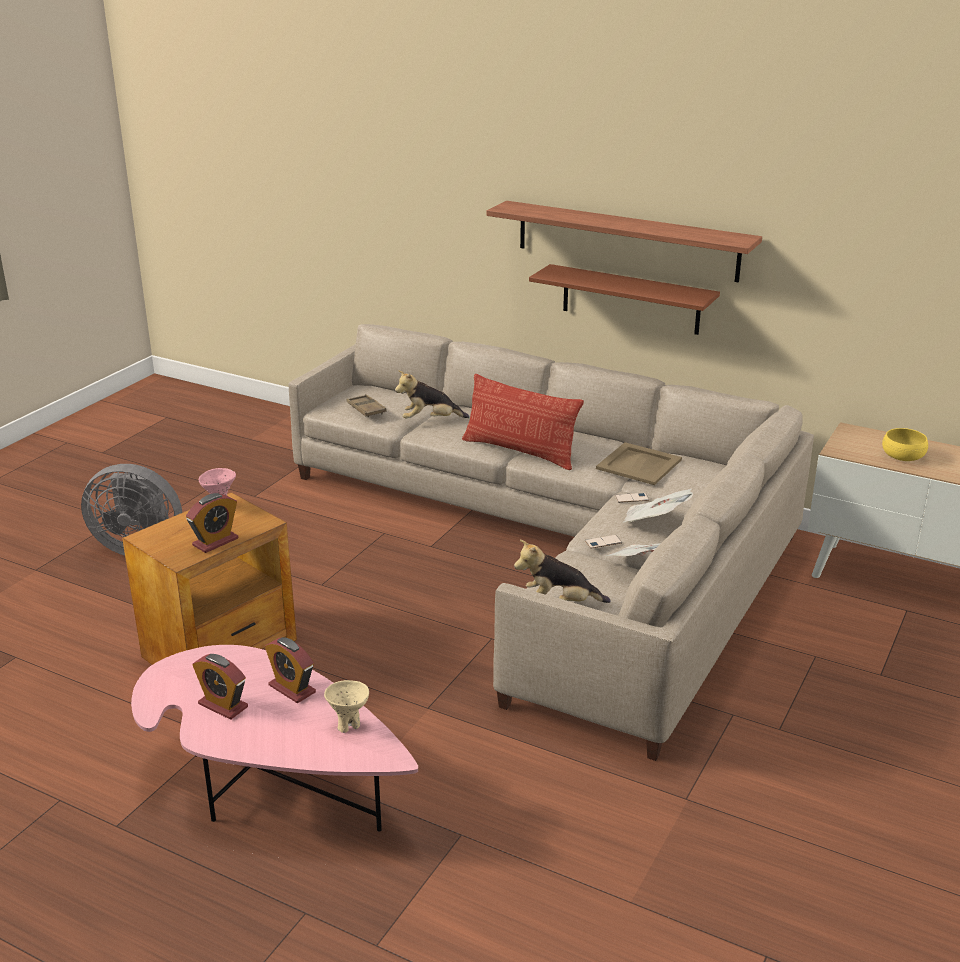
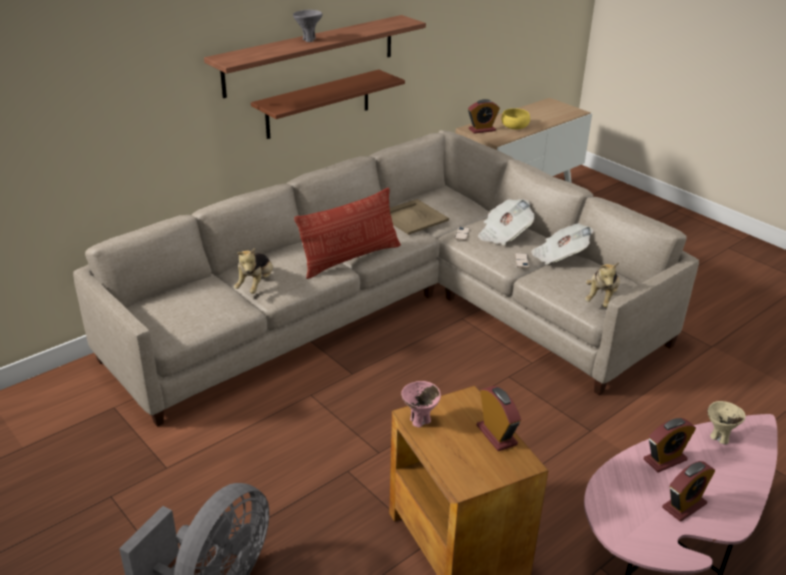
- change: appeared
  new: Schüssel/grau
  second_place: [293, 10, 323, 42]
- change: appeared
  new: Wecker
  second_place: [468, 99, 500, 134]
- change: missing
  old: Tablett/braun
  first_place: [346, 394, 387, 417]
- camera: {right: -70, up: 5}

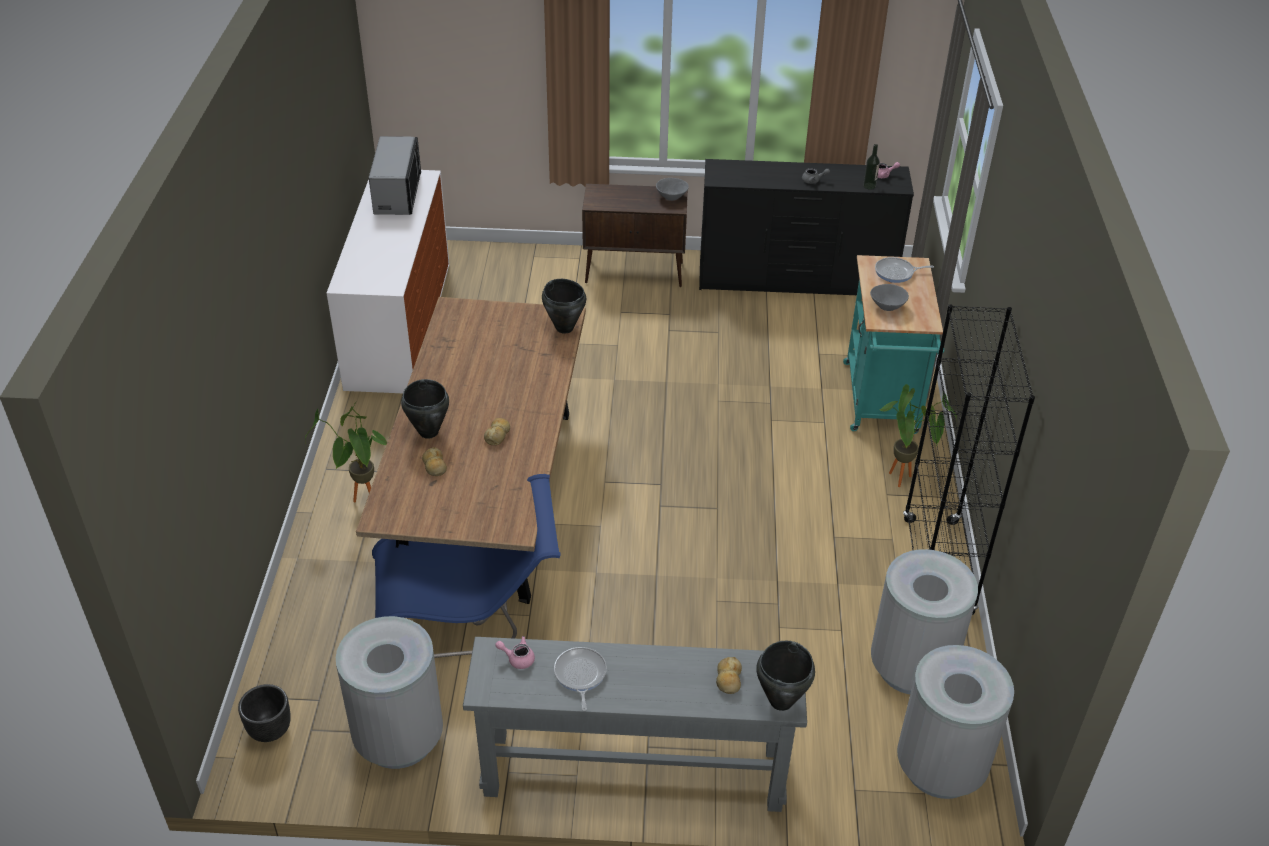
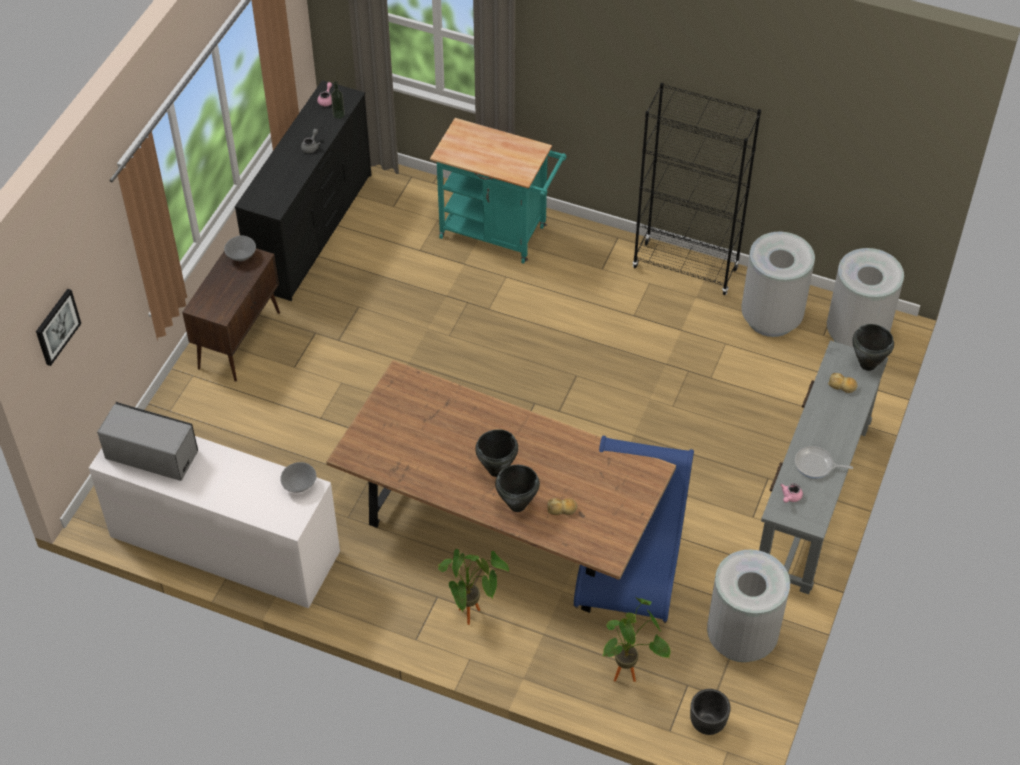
- change: appeared
  new: Bild
  second_place: [36, 289, 81, 366]
- change: relocated
  old: Schüssel/grau
  first_place: [870, 284, 909, 311]
  second_place: [281, 462, 316, 493]
- change: relocated
  old: Kochtopf/schwarz
  first_place: [542, 279, 586, 334]
  second_place: [475, 429, 518, 477]
- change: relocated
  old: Topfpflanze
  first_place: [880, 384, 957, 487]
  second_place: [602, 598, 671, 682]
- change: missing
  old: Brot
  first_place: [484, 418, 510, 445]
- change: missing
  old: Pfanne
  first_place: [875, 257, 934, 283]
- camera: {right: -70, up: 10}

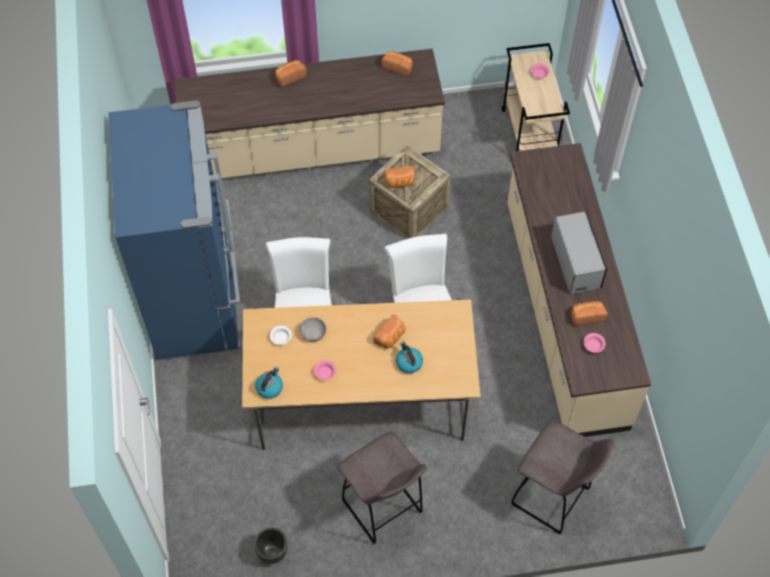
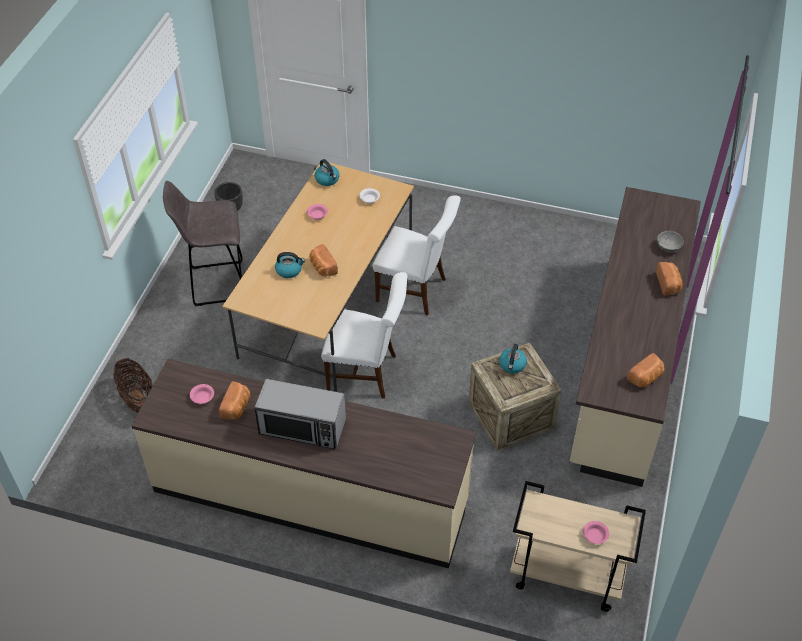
- change: exchanged
  old: Hocker/grau
  new: Korb
  first_place: [511, 421, 614, 534]
  second_place: [113, 358, 153, 413]
- change: exchanged
  old: Brot
  new: Wasserkessel
  first_place: [384, 166, 415, 188]
  second_place: [499, 344, 527, 373]
- change: relocated
  old: Schüssel/grau
  first_place: [299, 317, 326, 341]
  second_place: [657, 231, 684, 252]
- change: missing
  old: Kühlschrank/blau
  first_place: [108, 101, 242, 361]
- camera: {right: 115, up: -10}

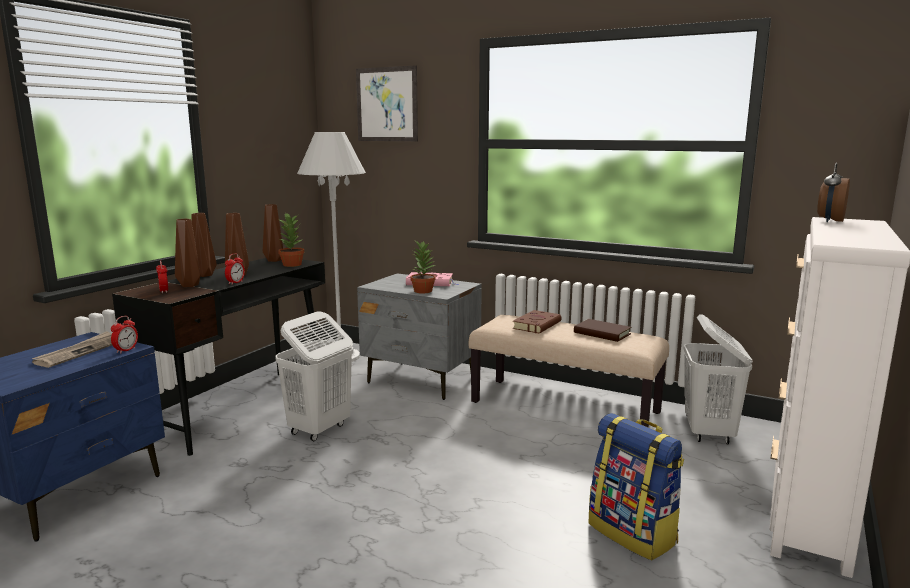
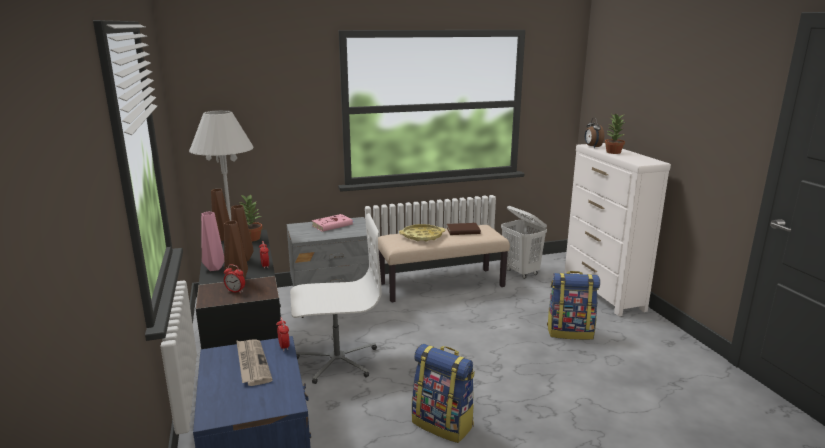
- change: colour
  old: Vase/braun
  new: Vase/rosa
  first_place: [191, 213, 217, 277]
  second_place: [201, 212, 224, 271]
- change: exchanged
  old: Wäschekorb/weiß
  new: Bürostuhl/weiß
  first_place: [275, 311, 354, 441]
  second_place: [290, 213, 382, 384]
- change: exchanged
  old: Buch/braun
  new: Tablett/gelb
  first_place: [512, 310, 562, 334]
  second_place: [399, 224, 446, 241]
- change: appeared
  new: Rucksack
  second_place: [412, 344, 475, 443]
- change: relocated
  old: Topfpflanze
  first_place: [410, 241, 436, 293]
  second_place: [605, 114, 625, 154]
- change: missing
  old: Bild
  first_place: [356, 65, 418, 141]
- camera: {right: -45, up: 5}

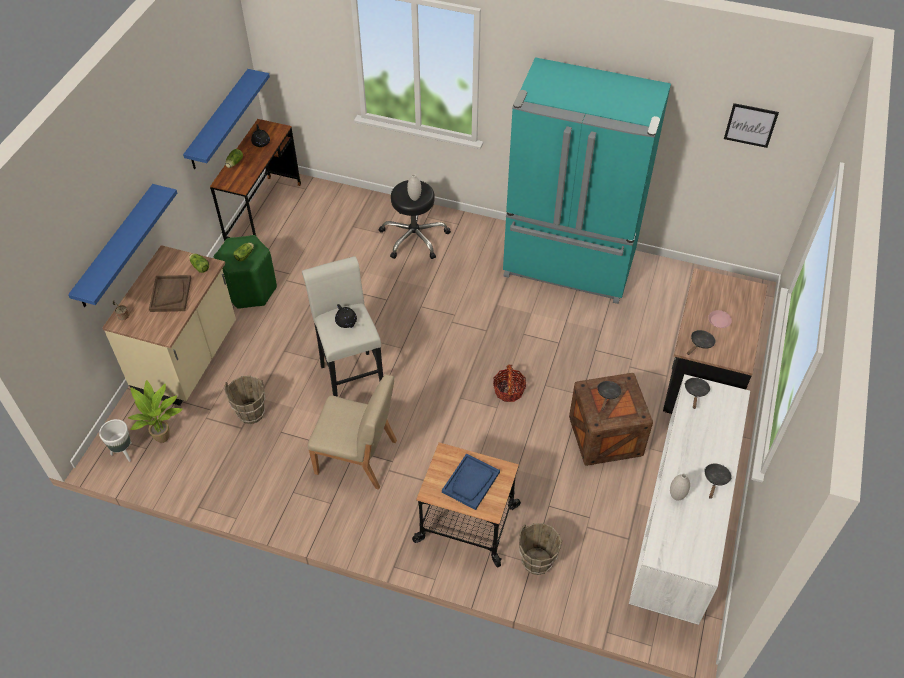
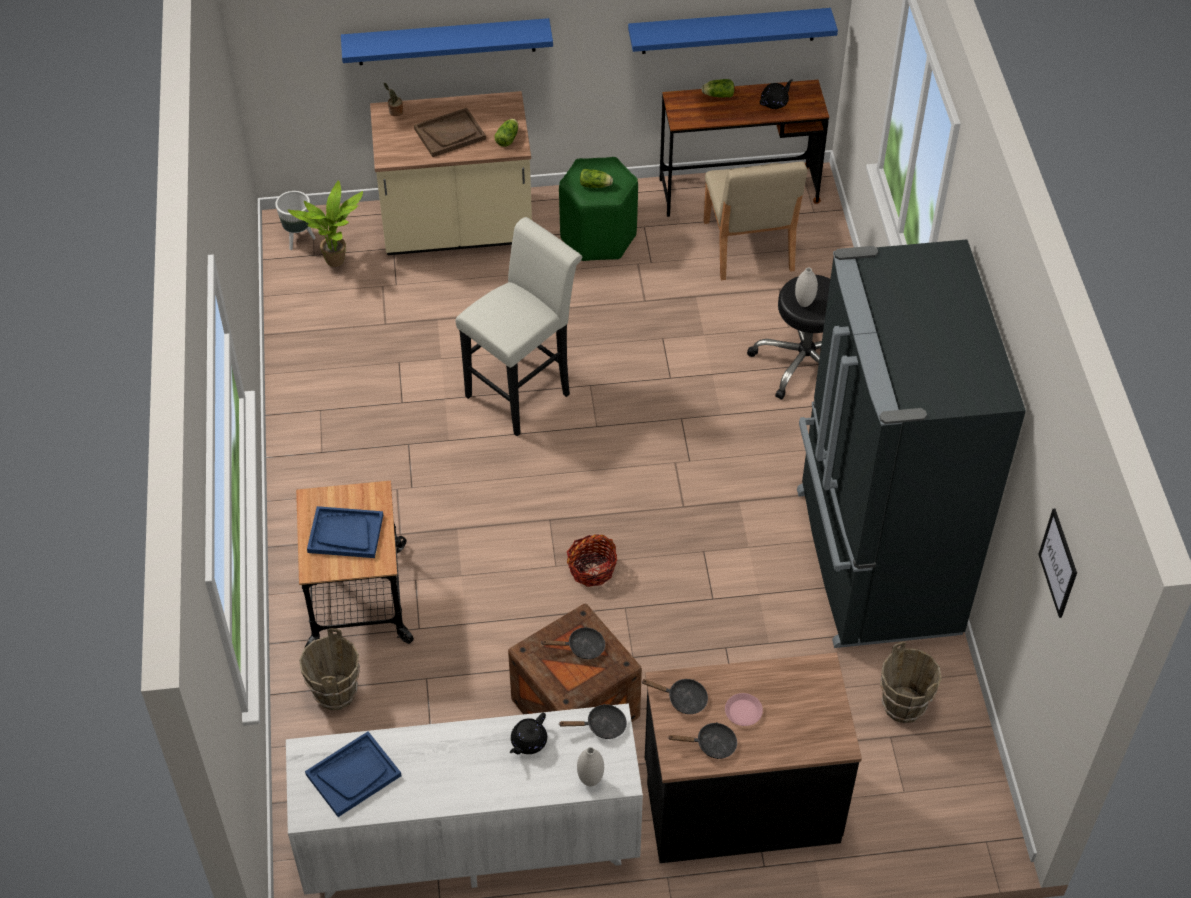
- change: appeared
  new: Tablett/blau
  second_place: [305, 731, 402, 817]
- change: relocated
  old: Teekanne/schwarz
  first_place: [335, 304, 357, 328]
  second_place: [510, 712, 547, 754]
- change: relocated
  old: Vase/weiß
  first_place: [670, 474, 690, 500]
  second_place: [577, 747, 604, 786]
- change: relocated
  old: Pfanne/schwarz
  first_place: [704, 464, 732, 499]
  second_place: [669, 722, 737, 759]
- change: relocated
  old: Stuhl/beige
  first_place: [308, 375, 397, 490]
  second_place: [704, 161, 807, 280]
- change: colour
  old: Kühlschrank/türkis
  new: Kühlschrank/schwarz
  first_place: [503, 57, 671, 304]
  second_place: [797, 239, 1026, 648]
- change: relocated
  old: Eimer/braun
  first_place: [224, 376, 266, 424]
  second_place: [880, 642, 942, 723]
- camera: {right: 65, up: 0}

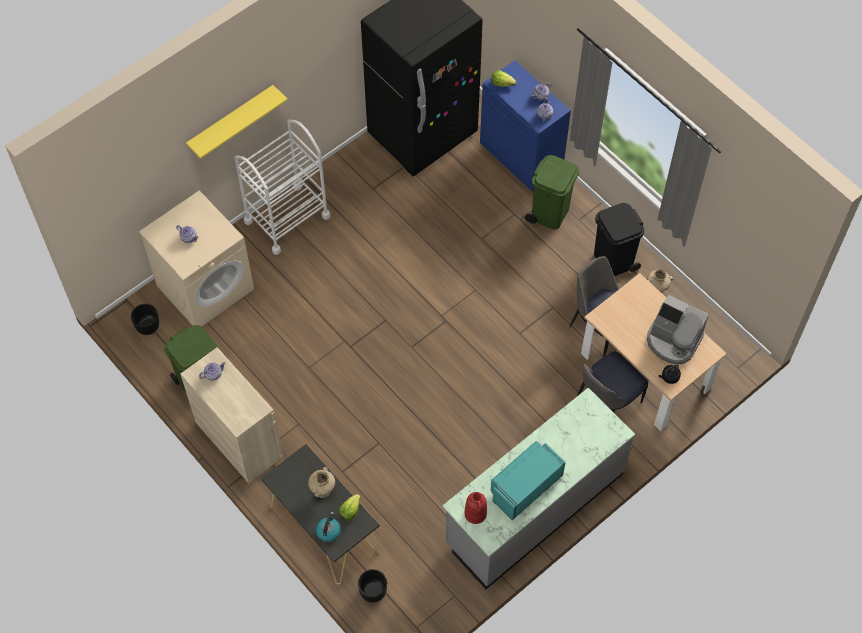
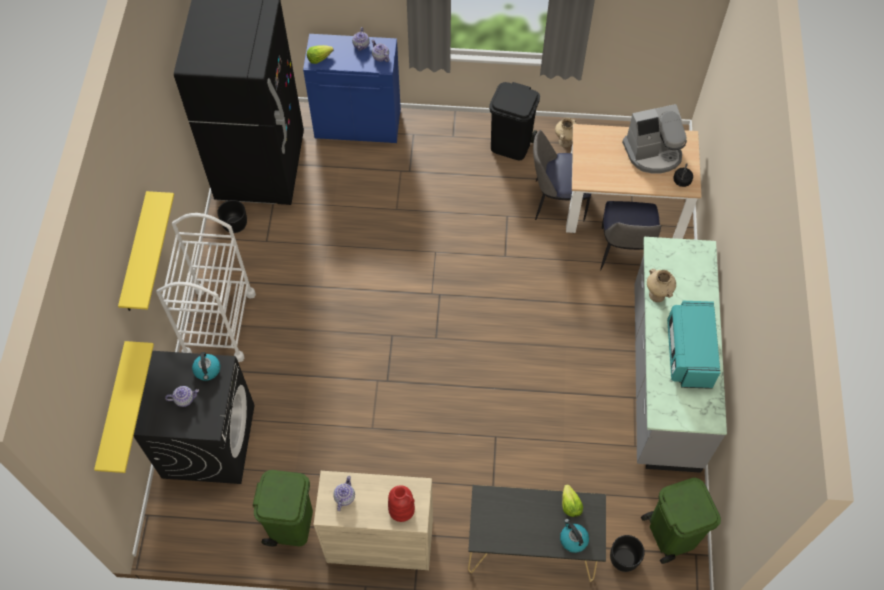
- change: appeared
  new: Wandregal/gelb
  second_place: [94, 341, 154, 473]
- change: colour
  old: Waschmaschine/beige
  new: Waschmaschine/schwarz
  first_place: [139, 190, 254, 327]
  second_place: [134, 351, 255, 484]
- change: appeared
  new: Wasserkessel
  second_place: [192, 352, 220, 381]
- change: relocated
  old: Pflanzkübel/schwarz
  first_place: [131, 304, 159, 335]
  second_place: [217, 200, 247, 233]
- change: relocated
  old: Vase/rot
  first_place: [465, 492, 487, 524]
  second_place: [388, 485, 415, 522]
- change: relocated
  old: Mülleimer/grün
  first_place: [525, 155, 579, 230]
  second_place: [641, 478, 721, 564]
- change: relocated
  old: Vase/beige
  first_place: [308, 467, 335, 498]
  second_place: [647, 269, 676, 302]
- camera: {right: -45, up: 0}

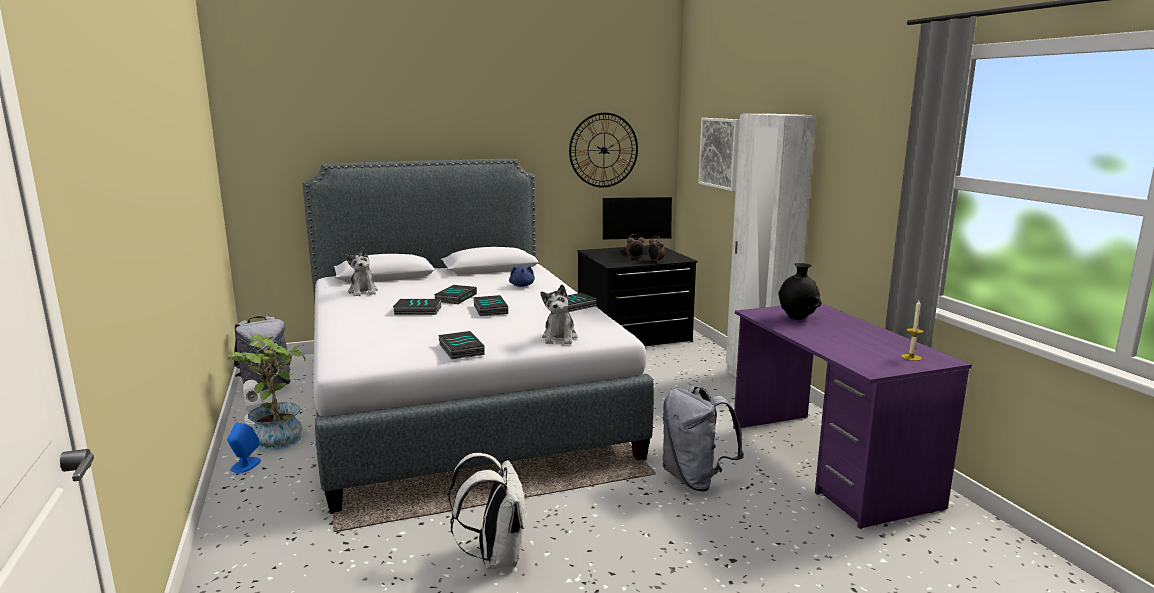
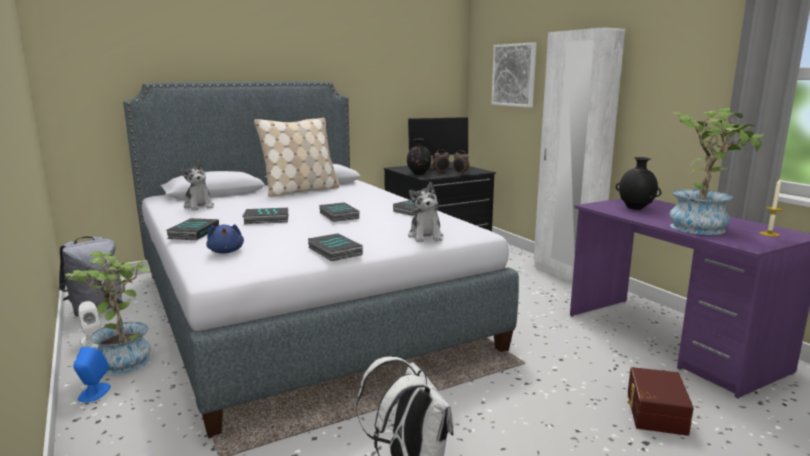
- change: relocated
  old: Buch
  first_place: [434, 285, 477, 304]
  second_place: [166, 218, 219, 240]
- change: relocated
  old: Plüschtier/blau
  first_place: [509, 266, 535, 287]
  second_place: [206, 224, 244, 254]
- change: appeared
  new: Kissen/beige
  second_place: [254, 118, 340, 197]
- change: appeared
  new: Vase/schwarz
  second_place: [407, 139, 432, 175]
- change: appeared
  new: Aufbewahrungsbox/braun
  second_place: [628, 367, 694, 436]
- change: appeared
  new: Topfpflanze
  second_place: [669, 108, 763, 235]
- change: missing
  old: Wanduhr
  first_place: [569, 113, 638, 188]
- change: missing
  old: Rucksack/grau
  first_place: [662, 386, 744, 492]
- camera: {right: -10, up: 0}

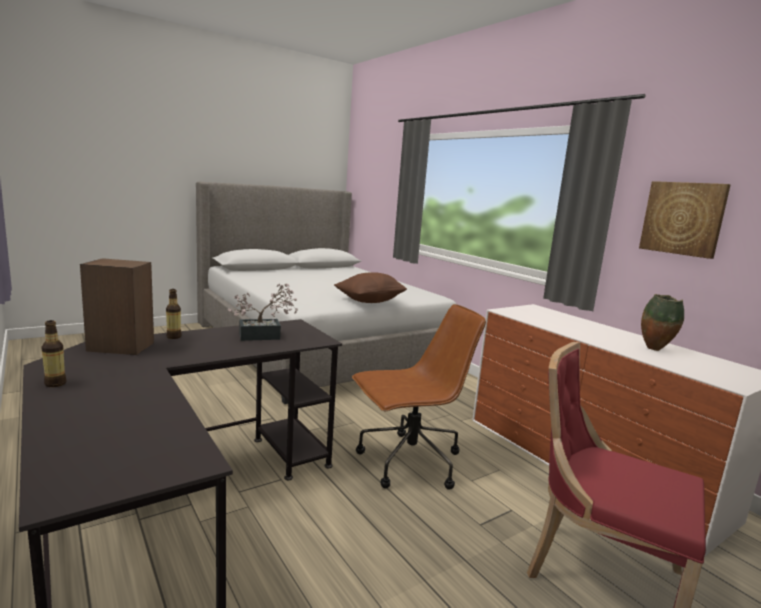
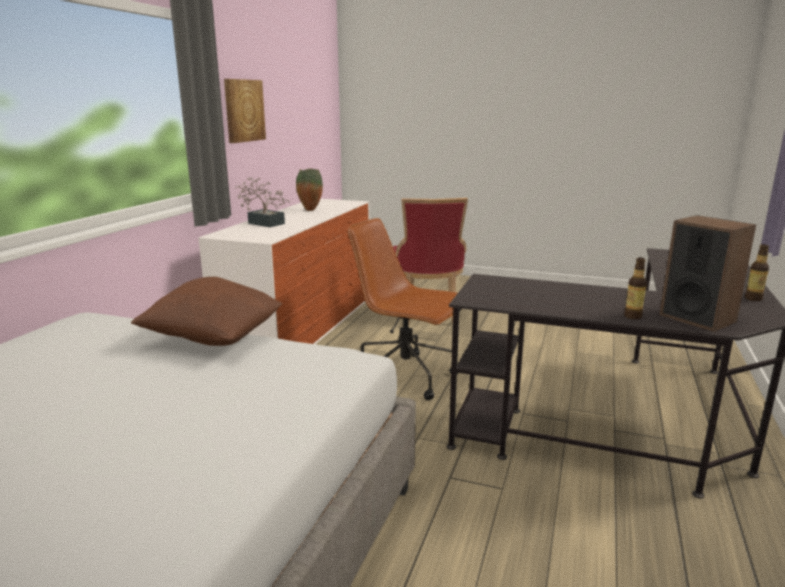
- change: relocated
  old: Topfpflanze
  first_place: [228, 284, 298, 341]
  second_place: [235, 177, 290, 227]
- camera: {right: -125, up: 5}

